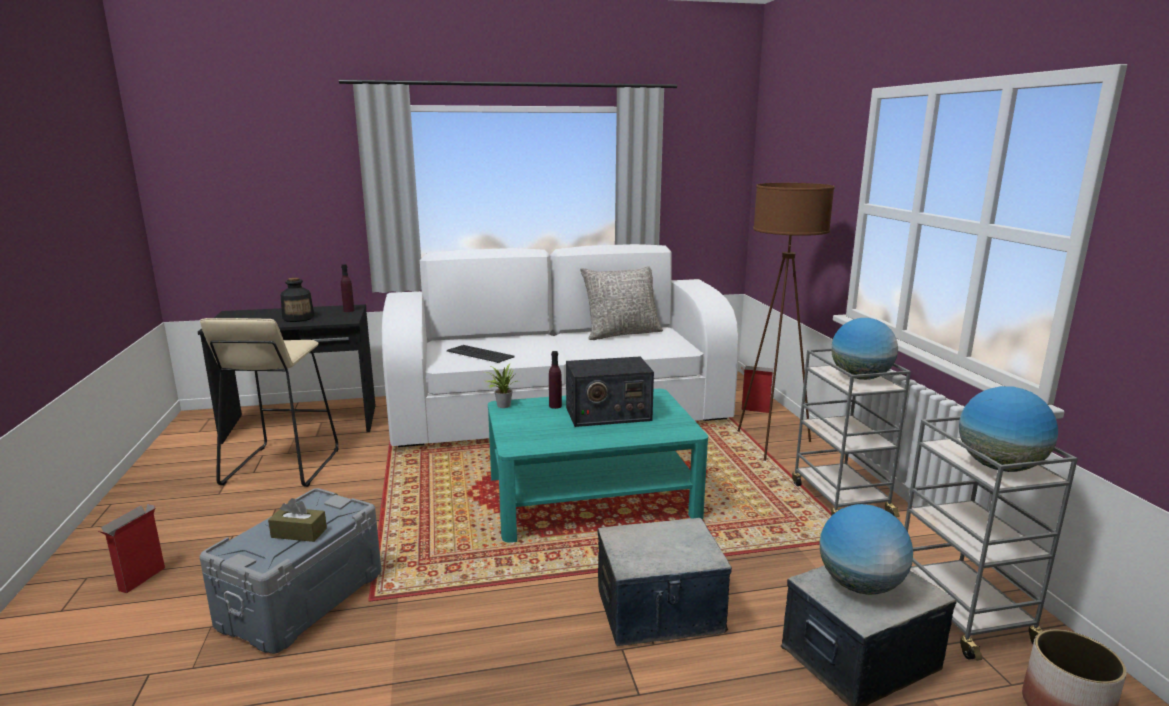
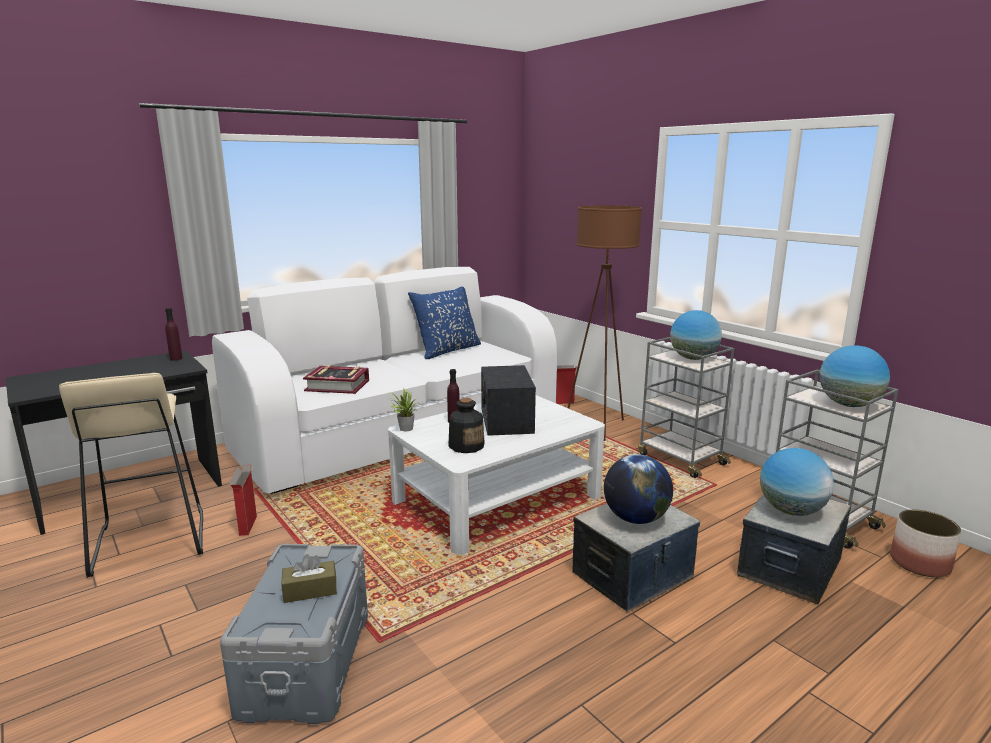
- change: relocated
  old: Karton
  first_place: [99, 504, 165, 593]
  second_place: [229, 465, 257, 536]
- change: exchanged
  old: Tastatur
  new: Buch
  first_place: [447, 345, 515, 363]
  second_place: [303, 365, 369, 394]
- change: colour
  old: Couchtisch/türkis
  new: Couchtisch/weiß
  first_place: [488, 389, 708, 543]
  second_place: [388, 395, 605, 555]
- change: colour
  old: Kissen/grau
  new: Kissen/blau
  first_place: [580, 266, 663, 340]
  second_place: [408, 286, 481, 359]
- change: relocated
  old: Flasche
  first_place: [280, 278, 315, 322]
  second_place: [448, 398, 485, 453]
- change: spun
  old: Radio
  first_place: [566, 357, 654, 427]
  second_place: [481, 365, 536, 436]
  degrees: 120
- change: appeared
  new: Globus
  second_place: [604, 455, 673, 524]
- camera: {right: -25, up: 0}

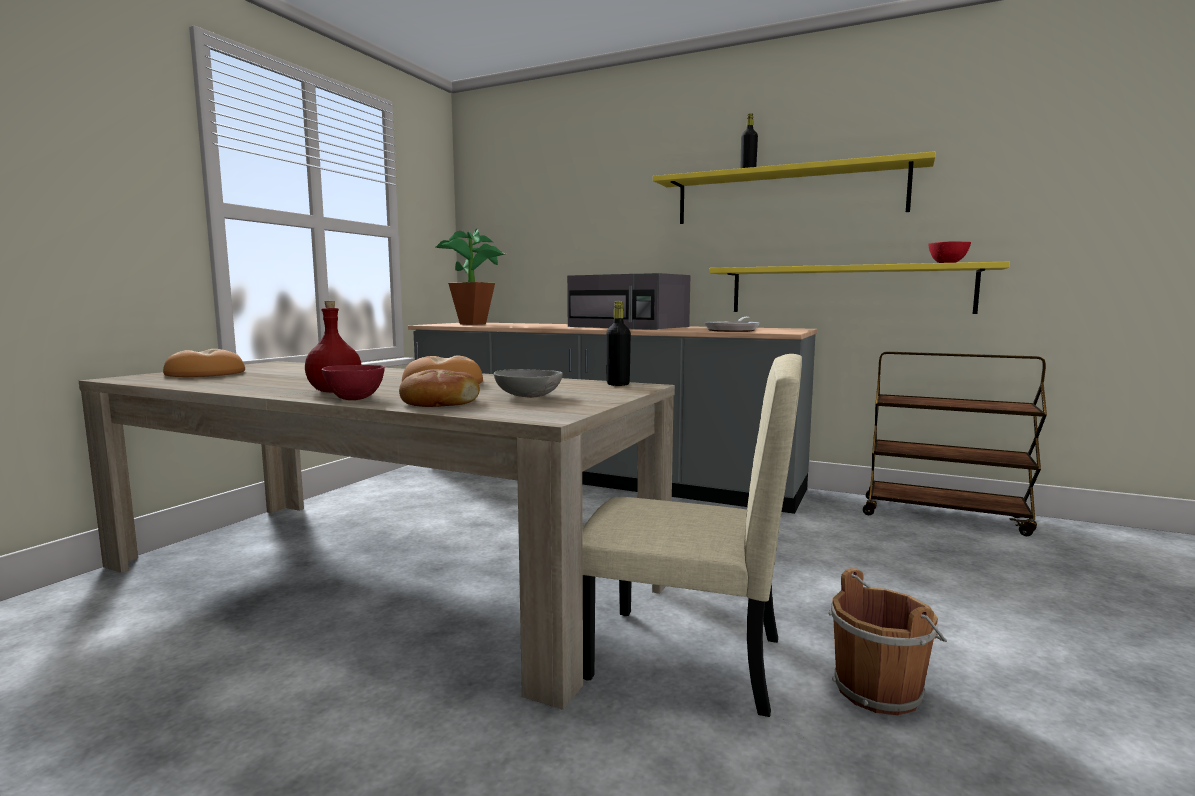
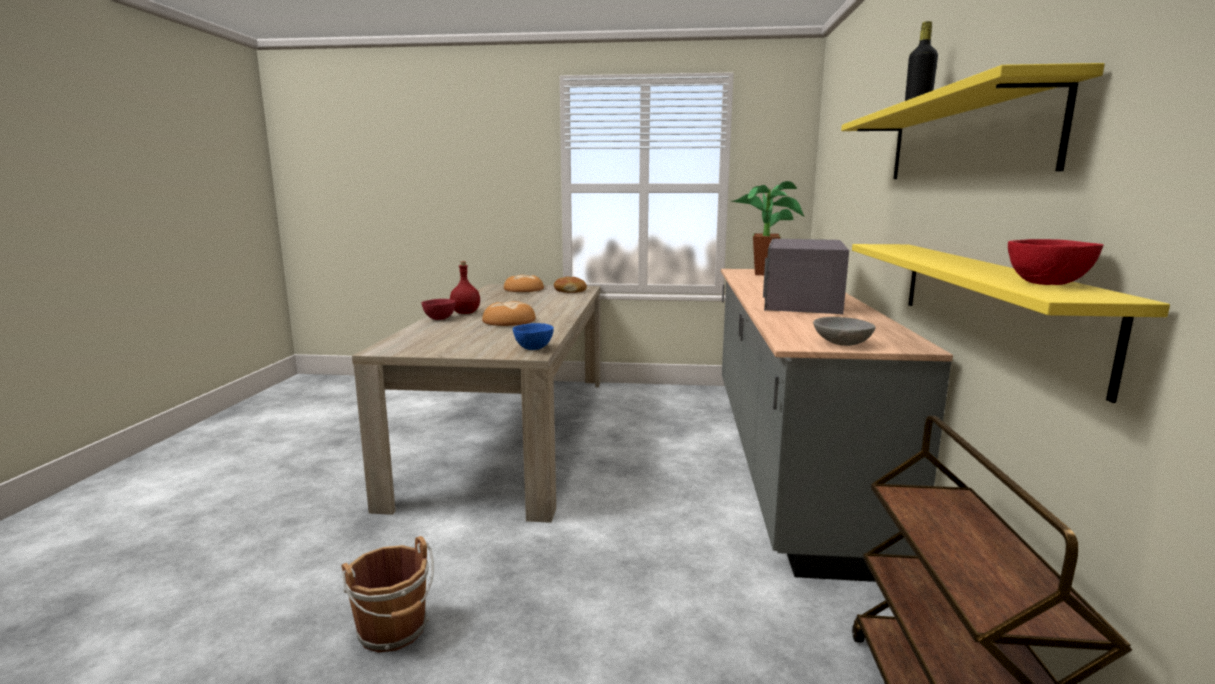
- change: exchanged
  old: Flasche/schwarz
  new: Schüssel/blau
  first_place: [606, 301, 631, 386]
  second_place: [513, 323, 554, 350]
- change: relocated
  old: Brot
  first_place: [399, 369, 480, 407]
  second_place: [554, 277, 587, 293]
- change: relocated
  old: Schüssel/grau
  first_place: [494, 369, 563, 398]
  second_place: [813, 317, 876, 346]
- change: missing
  old: Stuhl/beige
  first_place: [583, 354, 802, 717]
- change: missing
  old: Pfanne
  first_place: [705, 317, 759, 332]
- camera: {right: 70, up: 5}

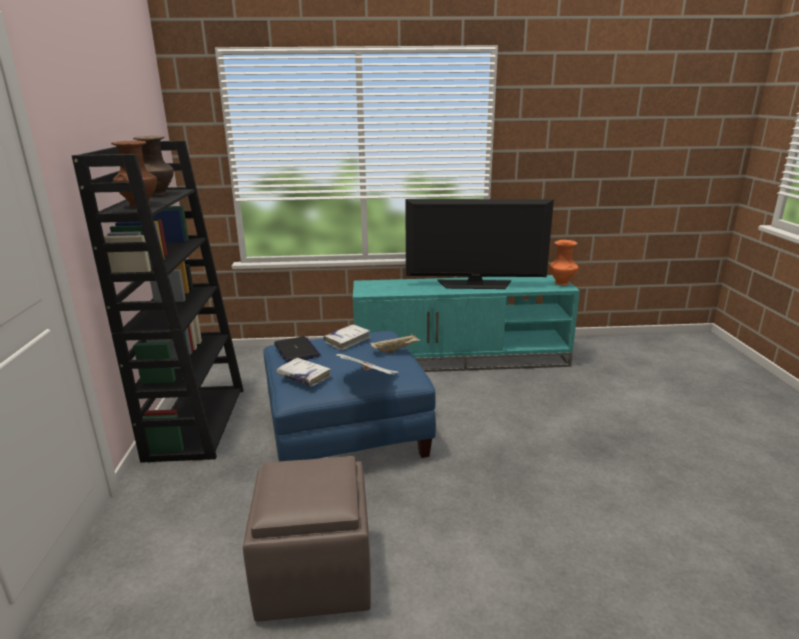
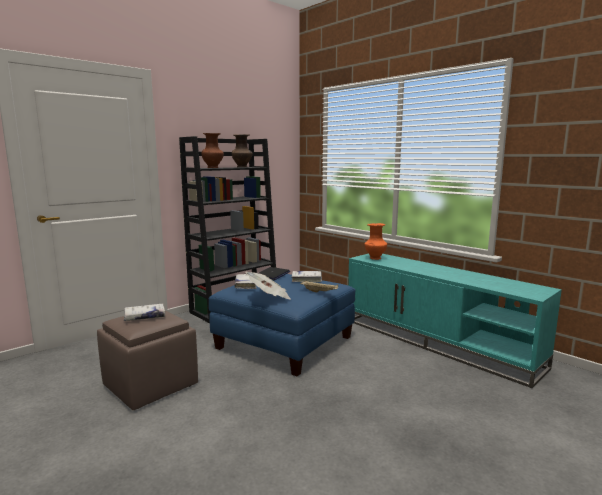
- change: appeared
  new: Buch/weiß
  second_place: [124, 304, 165, 321]
- change: relocated
  old: Vase/orange
  first_place: [550, 240, 579, 286]
  second_place: [364, 223, 387, 260]
- change: missing
  old: Fernseher
  first_place: [405, 199, 554, 289]
- camera: {right: 50, up: -10}

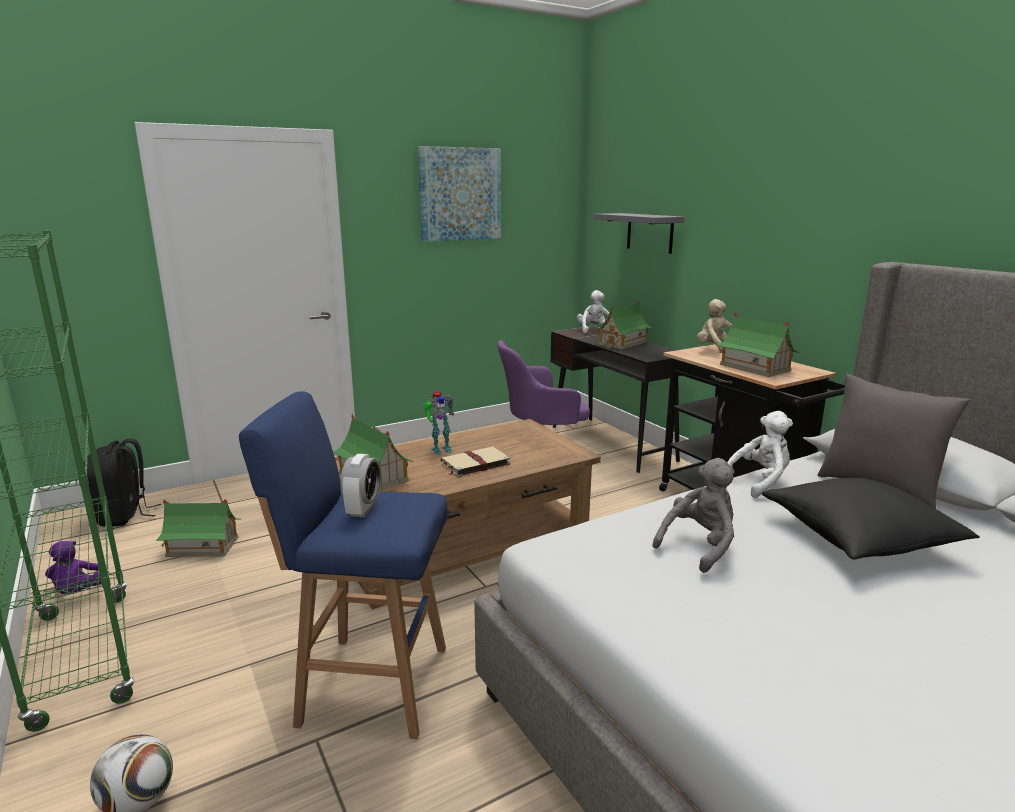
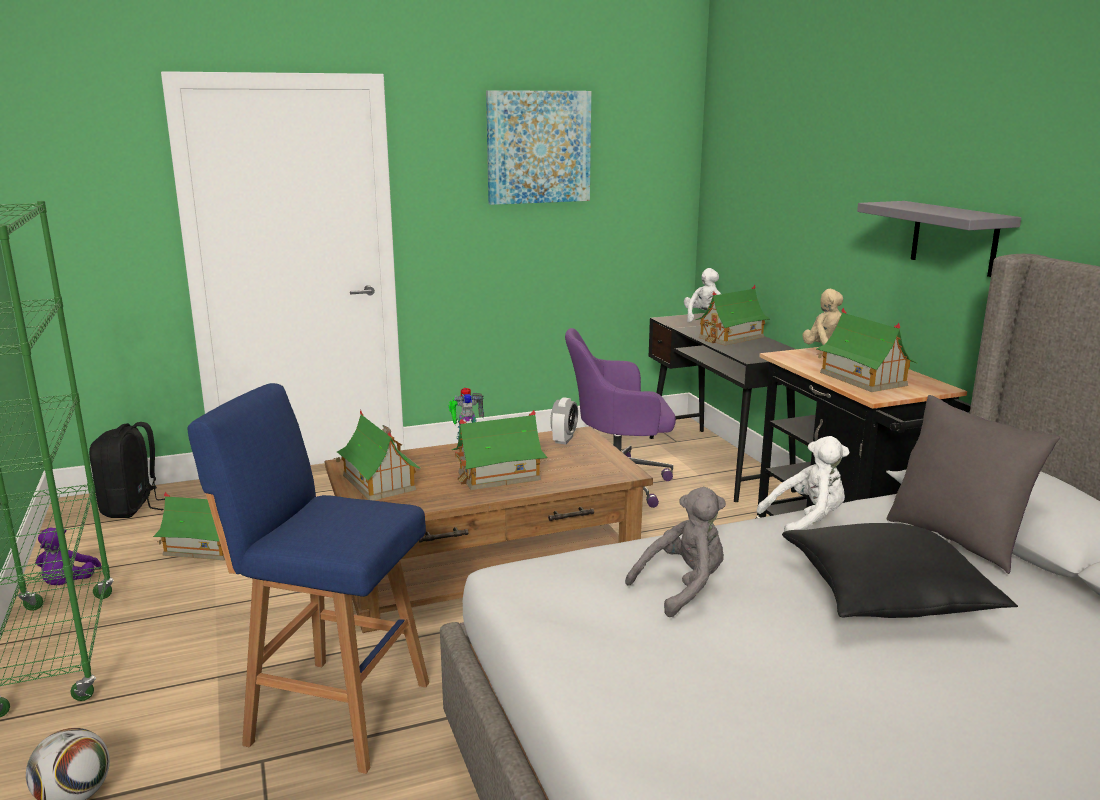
- change: exchanged
  old: Buch/beige
  new: Spielzeughaus
  first_place: [440, 447, 510, 477]
  second_place: [451, 410, 548, 490]
- change: relocated
  old: Wecker
  first_place: [340, 454, 380, 517]
  second_place: [550, 397, 578, 444]
- change: relocated
  old: Wandregal/grau
  first_place: [594, 213, 684, 254]
  second_place: [857, 201, 1021, 277]
- camera: {right: 10, up: 0}

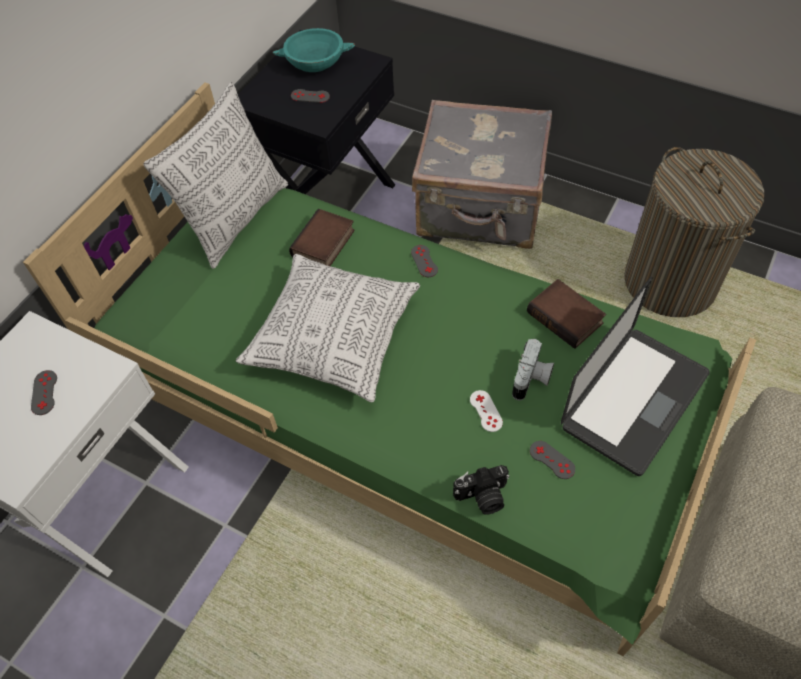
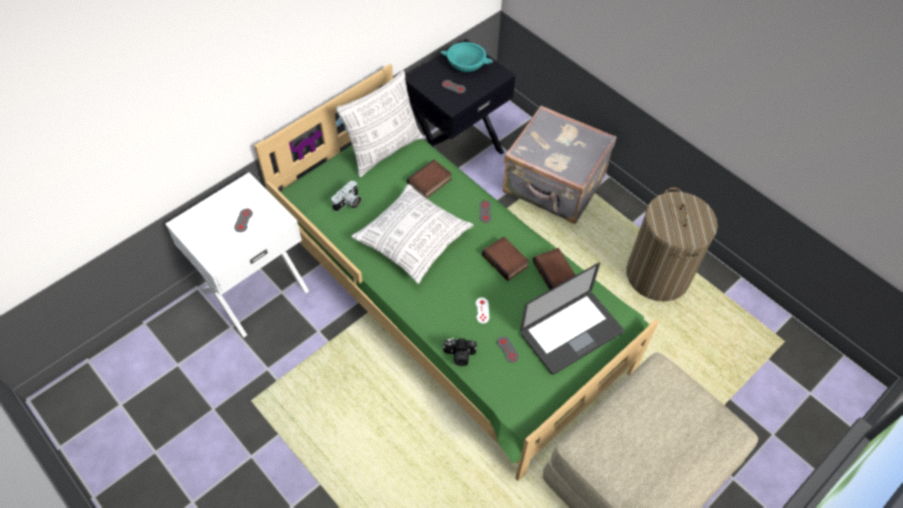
- change: relocated
  old: Kamera
  first_place: [512, 339, 554, 400]
  second_place: [331, 180, 361, 212]
- change: appeared
  new: Buch
  second_place: [482, 236, 529, 281]
- camera: {right: 15, up: 0}

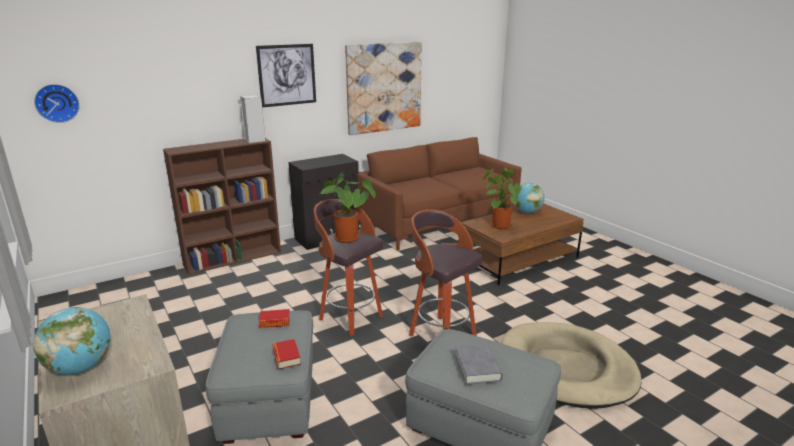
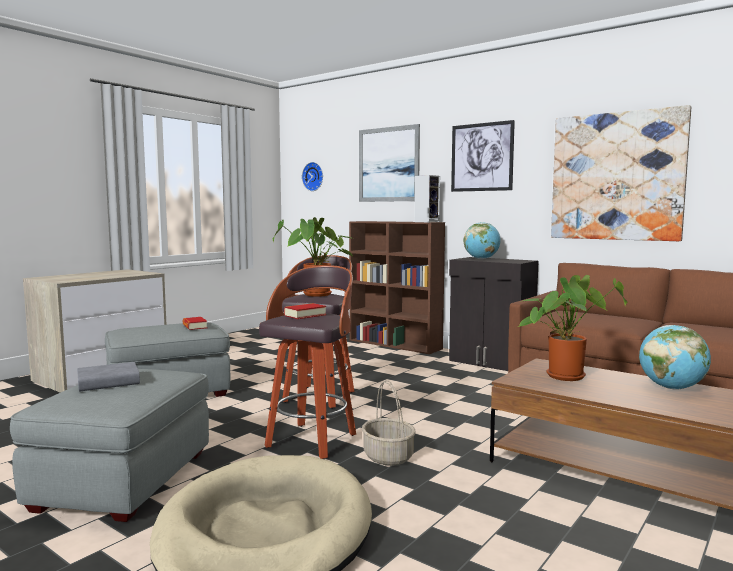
- change: relocated
  old: Buch
  first_place: [273, 339, 301, 369]
  second_place: [284, 303, 326, 319]
- change: appeared
  new: Bild
  second_place: [359, 124, 420, 202]
- change: appeared
  new: Korb
  second_place: [362, 380, 416, 466]
- change: relocated
  old: Globus
  first_place: [33, 307, 111, 375]
  second_place: [463, 222, 501, 259]
- camera: {right: 70, up: -15}

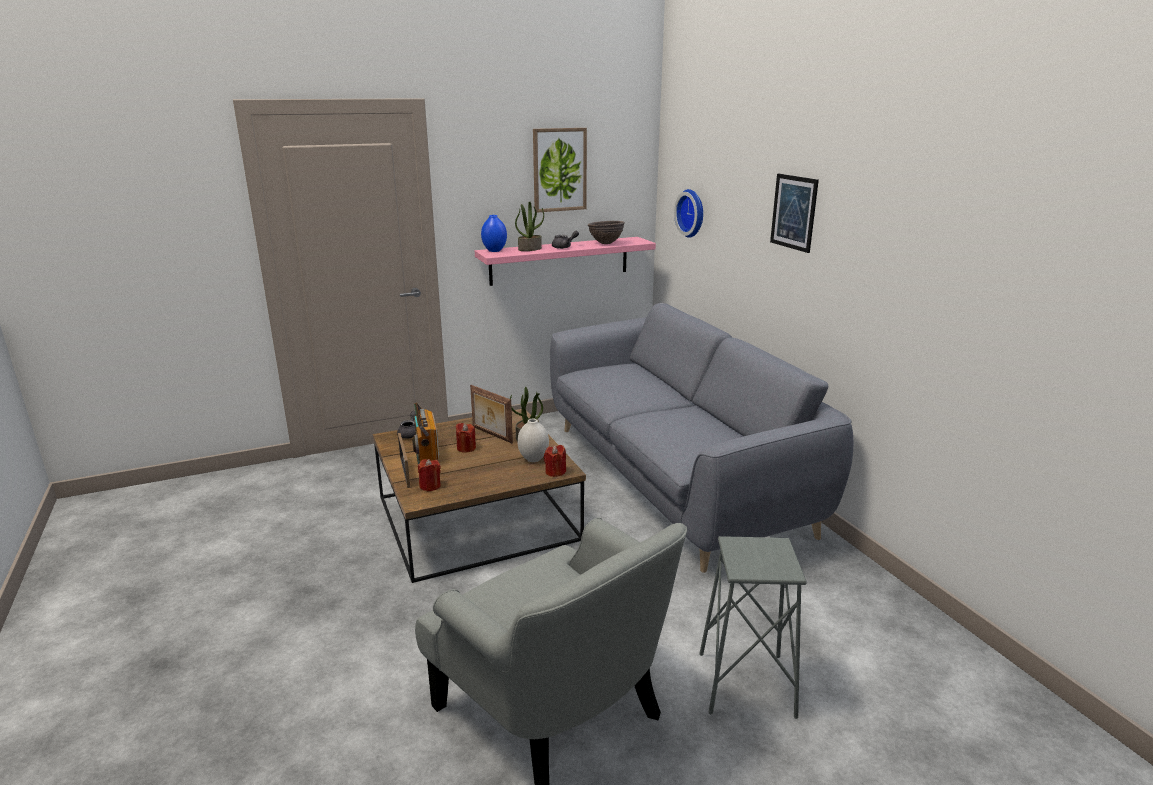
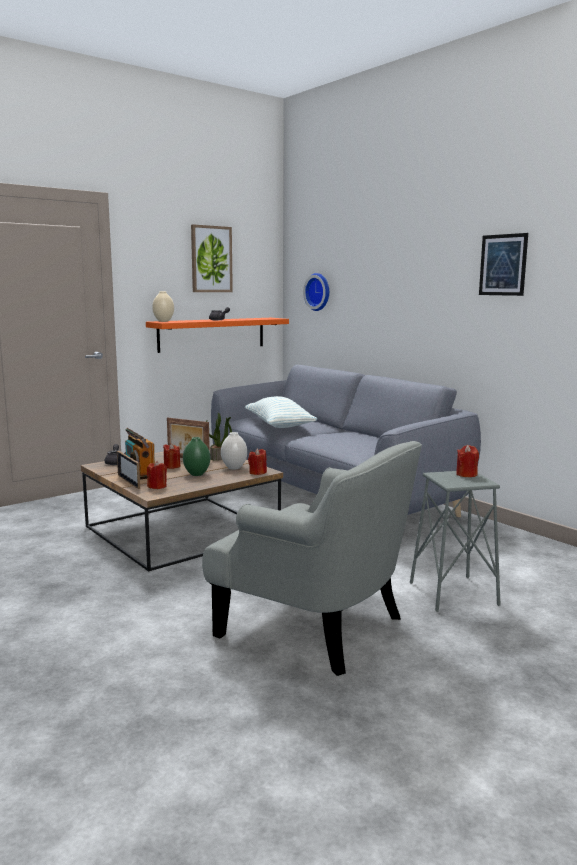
- change: colour
  old: Wandregal/rosa
  new: Wandregal/orange
  first_place: [475, 237, 656, 286]
  second_place: [146, 318, 289, 353]
- change: colour
  old: Vase/blau
  new: Vase/beige
  first_place: [481, 215, 507, 252]
  second_place: [152, 291, 174, 322]
- change: appeared
  new: Vase/grün
  second_place: [183, 437, 210, 476]
- change: appeared
  new: Kissen
  second_place: [245, 396, 317, 428]
- change: appeared
  new: Kerze/rot
  second_place: [456, 445, 479, 477]
- change: relocated
  old: Bild
  first_place: [770, 174, 819, 253]
  second_place: [479, 233, 528, 296]
- change: missing
  old: Topfpflanze
  first_place: [515, 201, 544, 251]
- change: missing
  old: Schüssel/braun
  first_place: [588, 221, 625, 244]
- camera: {right: -15, up: -10}

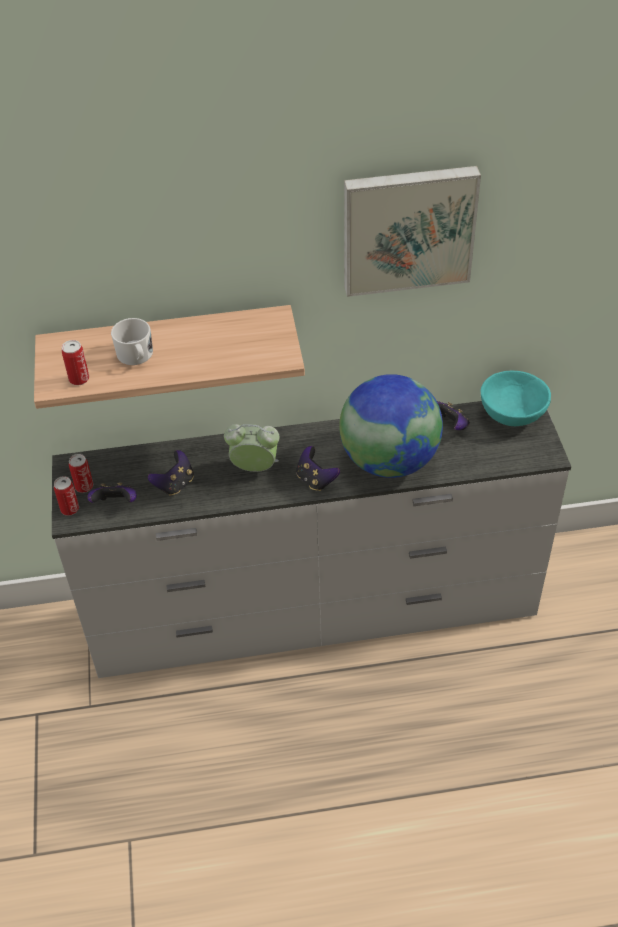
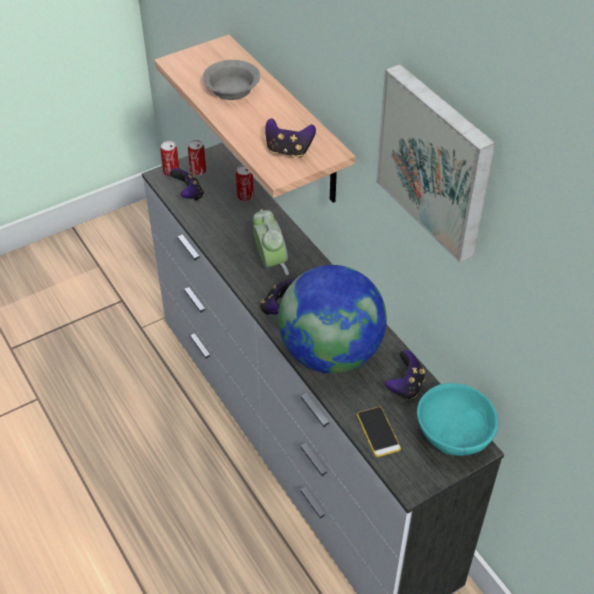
- change: exchanged
  old: Henkelbecher/weiß
  new: Schüssel/grau
  first_place: [111, 318, 153, 365]
  second_place: [202, 60, 260, 100]
- change: relocated
  old: Dose
  first_place: [62, 340, 89, 385]
  second_place: [236, 165, 254, 201]
- change: relocated
  old: Gamepad
  first_place: [148, 450, 194, 496]
  second_place: [265, 118, 316, 158]
- change: appeared
  new: Handy
  second_place: [357, 407, 401, 457]
- camera: {right: 65, up: 0}

